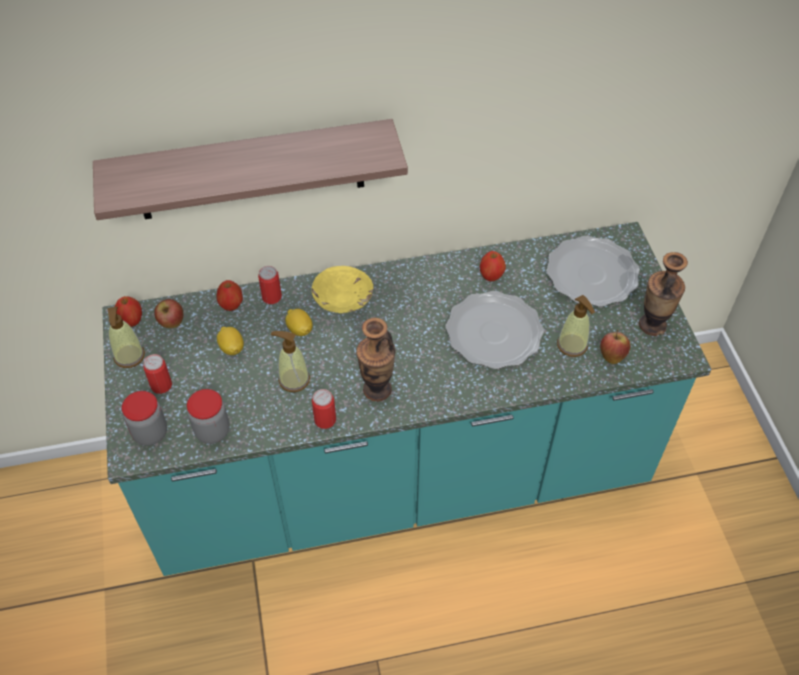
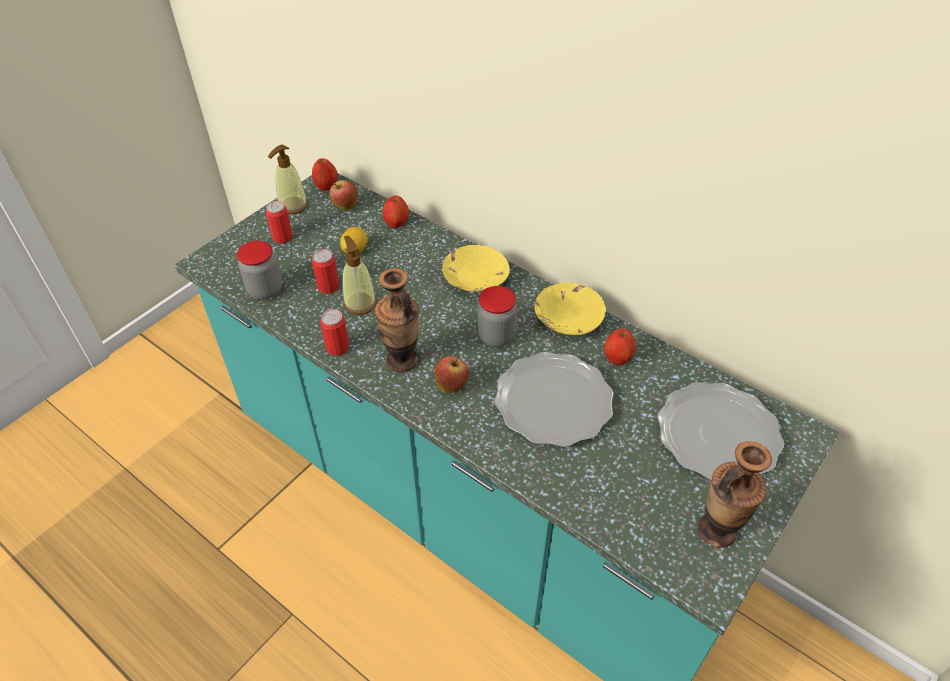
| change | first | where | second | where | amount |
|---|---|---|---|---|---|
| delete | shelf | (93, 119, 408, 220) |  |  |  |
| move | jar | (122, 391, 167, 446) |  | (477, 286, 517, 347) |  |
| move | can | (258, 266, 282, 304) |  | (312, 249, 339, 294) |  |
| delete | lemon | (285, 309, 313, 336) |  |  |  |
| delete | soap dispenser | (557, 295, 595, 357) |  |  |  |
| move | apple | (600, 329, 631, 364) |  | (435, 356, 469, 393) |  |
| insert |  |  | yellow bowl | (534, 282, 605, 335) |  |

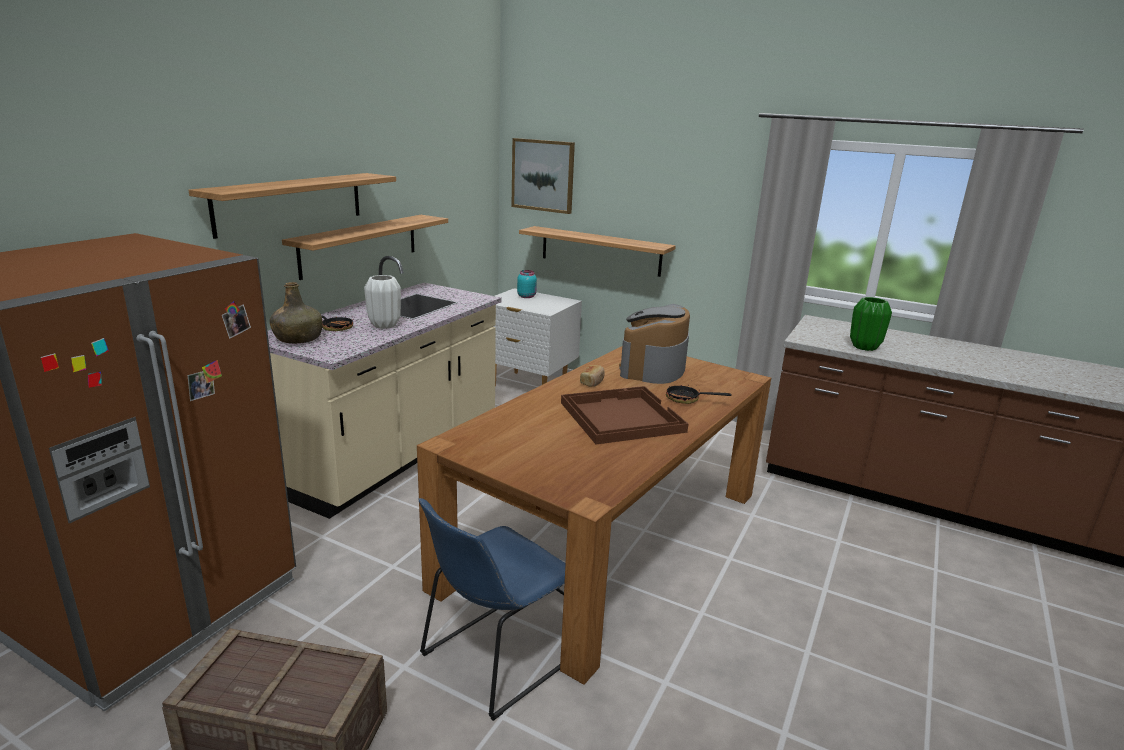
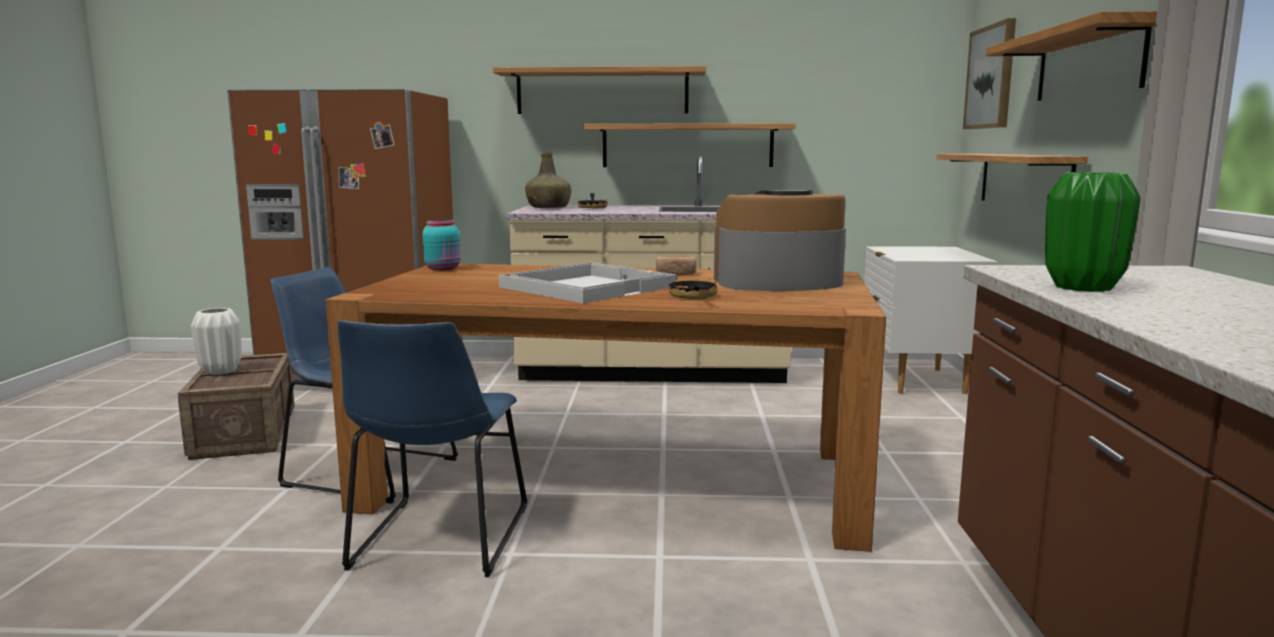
| change | first | where | second | where | amount |
|---|---|---|---|---|---|
| move | white vase | (364, 275, 401, 329) |  | (191, 308, 242, 375) |  |
| move | turquoise jar | (517, 270, 537, 298) |  | (422, 219, 461, 271) |  |
| recolor | brown tray | (561, 386, 688, 444) | white tray | (499, 263, 676, 303) |  |
| insert |  |  | blue chair | (338, 320, 527, 577) |  |
| insert |  |  | shelf | (986, 11, 1157, 101) |  |

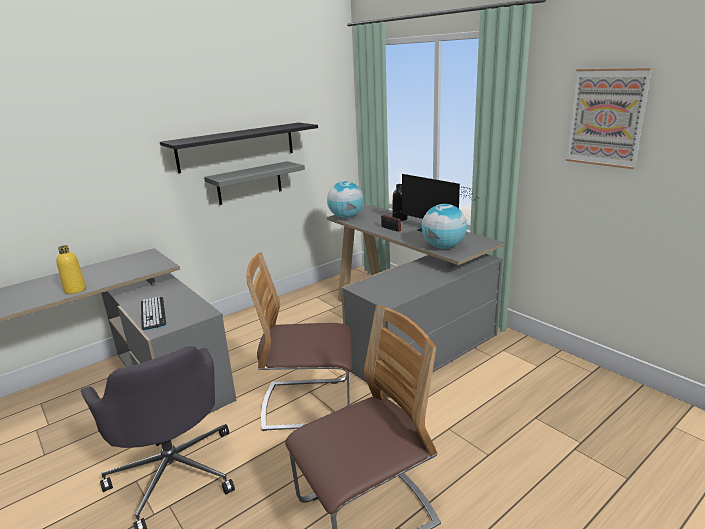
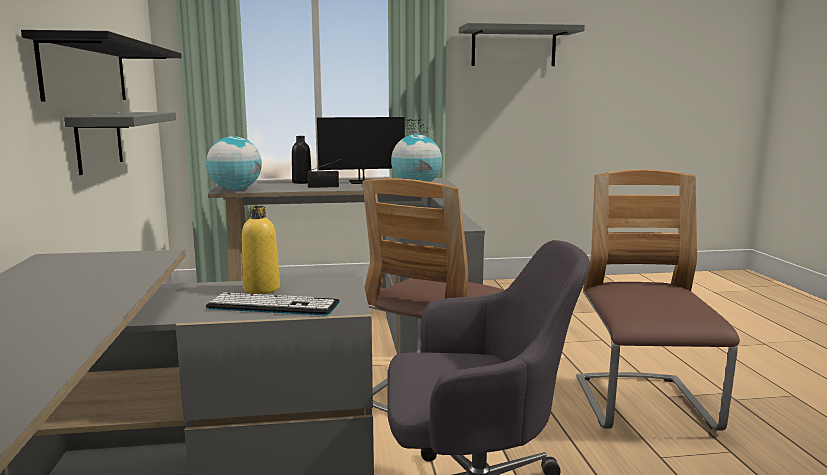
| change | first | where | second | where | amount |
|---|---|---|---|---|---|
| move | yellow bottle | (56, 245, 86, 294) |  | (242, 206, 280, 294) |  |
| replace | picture | (566, 68, 652, 169) | grey shelf | (459, 23, 585, 66) |  |

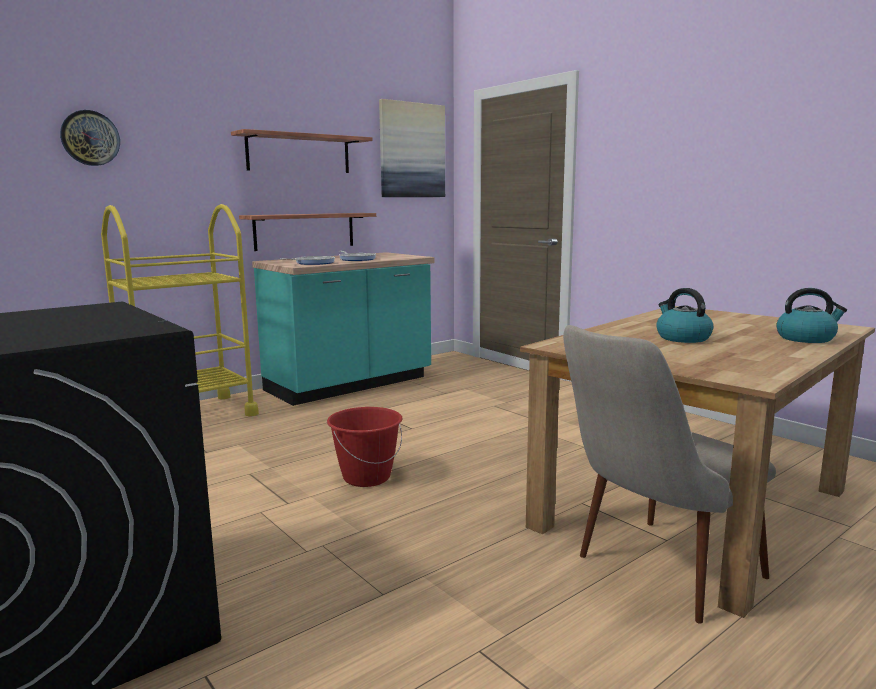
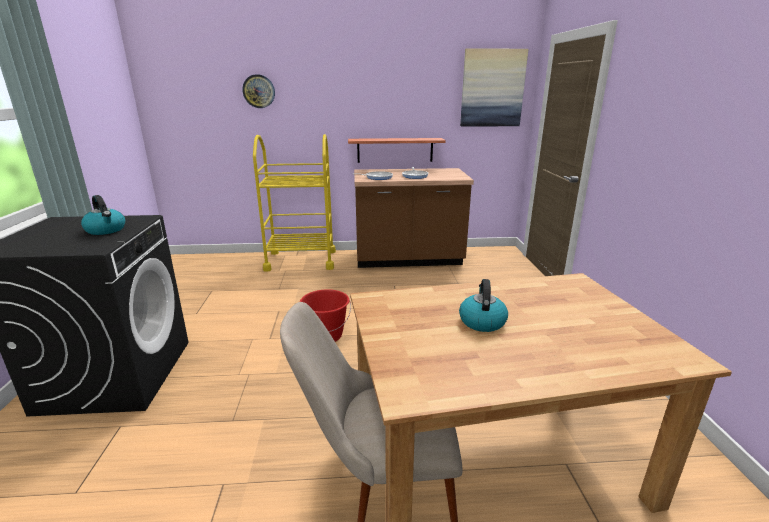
| change | first | where | second | where | amount |
|---|---|---|---|---|---|
| delete | shelf | (231, 129, 373, 173) |  |  |  |
| recolor | turquoise counter | (252, 252, 434, 406) | brown counter | (354, 168, 474, 268) |  |
| move | kettle | (776, 288, 847, 343) |  | (81, 195, 125, 235) |  |

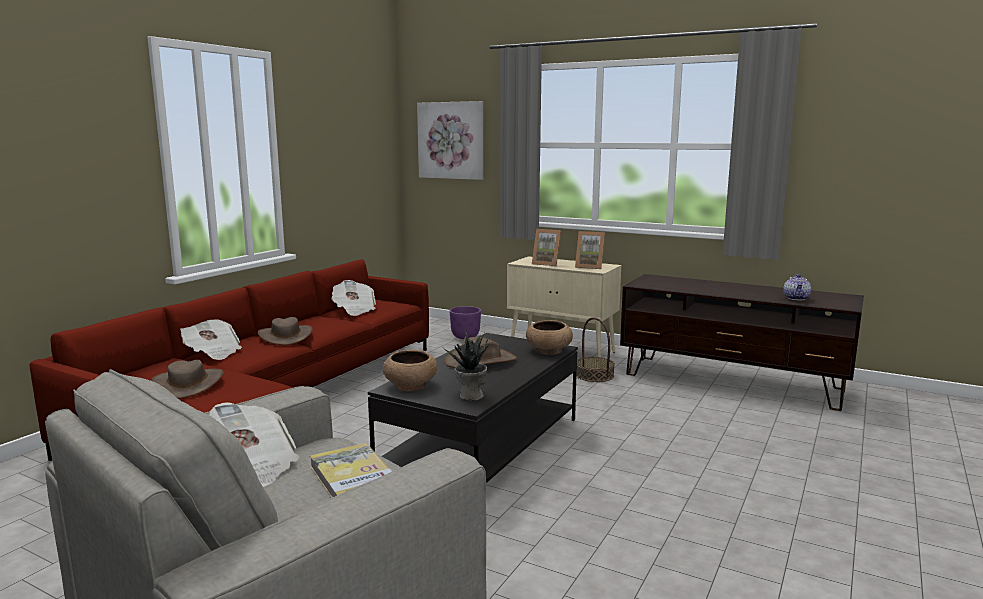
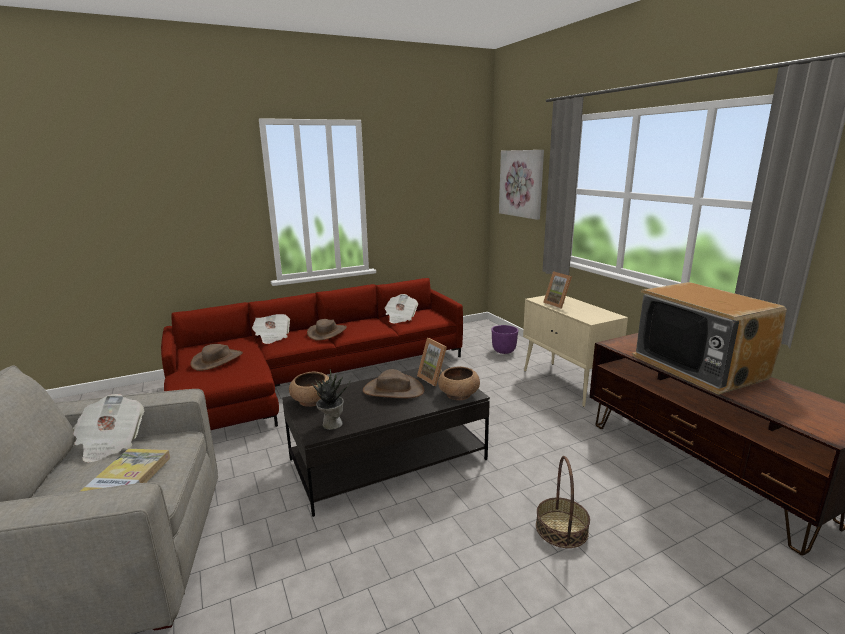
| change | first | where | second | where | amount |
|---|---|---|---|---|---|
| move | picture frame | (575, 231, 605, 269) |  | (417, 338, 447, 386) |  |
| move | basket | (576, 317, 615, 382) |  | (536, 456, 590, 548) |  |
| delete | teapot | (783, 274, 811, 301) |  |  |  |
| insert |  |  | television | (632, 282, 787, 395) |  |

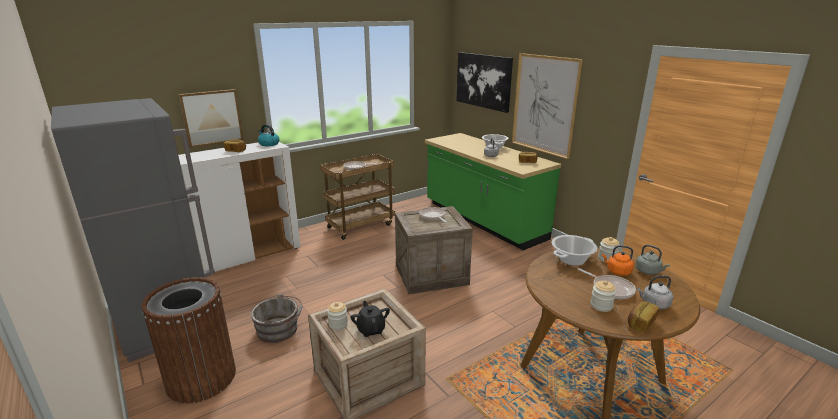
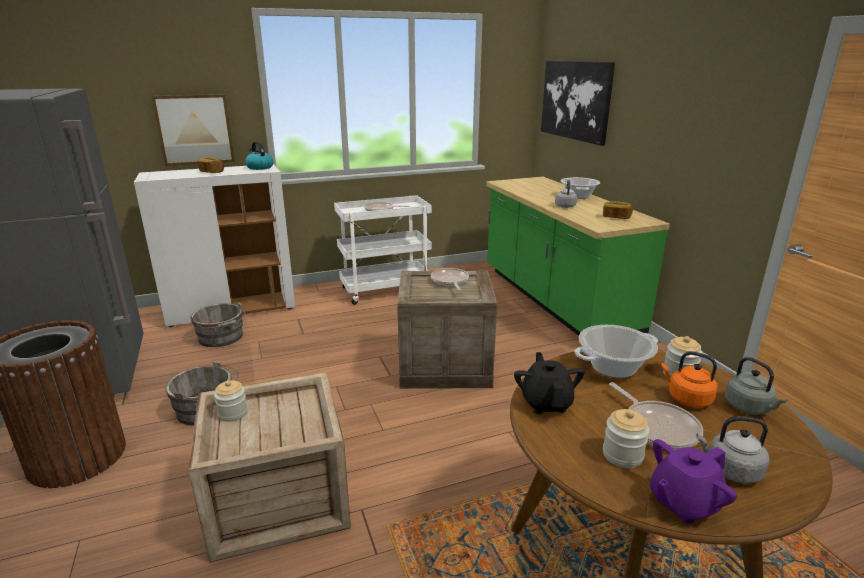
| change | first | where | second | where | amount |
|---|---|---|---|---|---|
| recolor | brown cart | (320, 154, 395, 240) | white cart | (334, 195, 432, 305) |  |
| move | black teapot | (350, 301, 390, 337) |  | (514, 352, 585, 414) |  |
| delete | picture | (512, 53, 583, 159) |  |  |  |
| replace | bread | (628, 301, 659, 333) | purple teapot | (650, 439, 737, 524) |  |
| insert |  |  | grey bucket | (190, 302, 245, 347) |  |

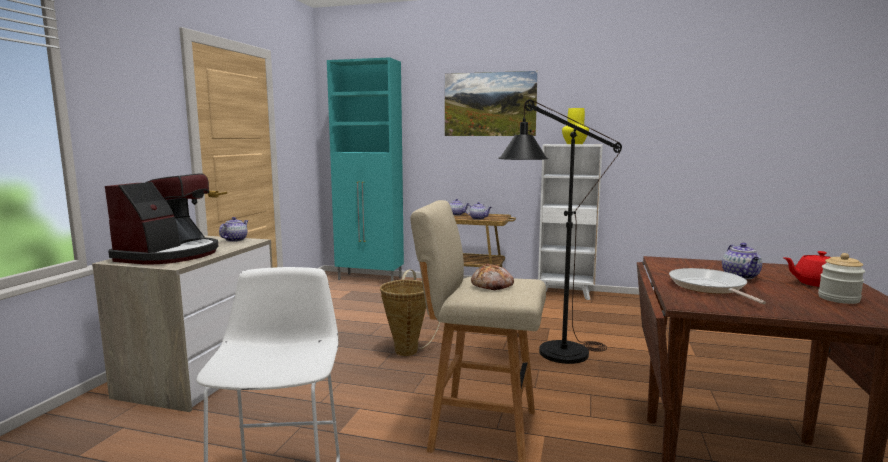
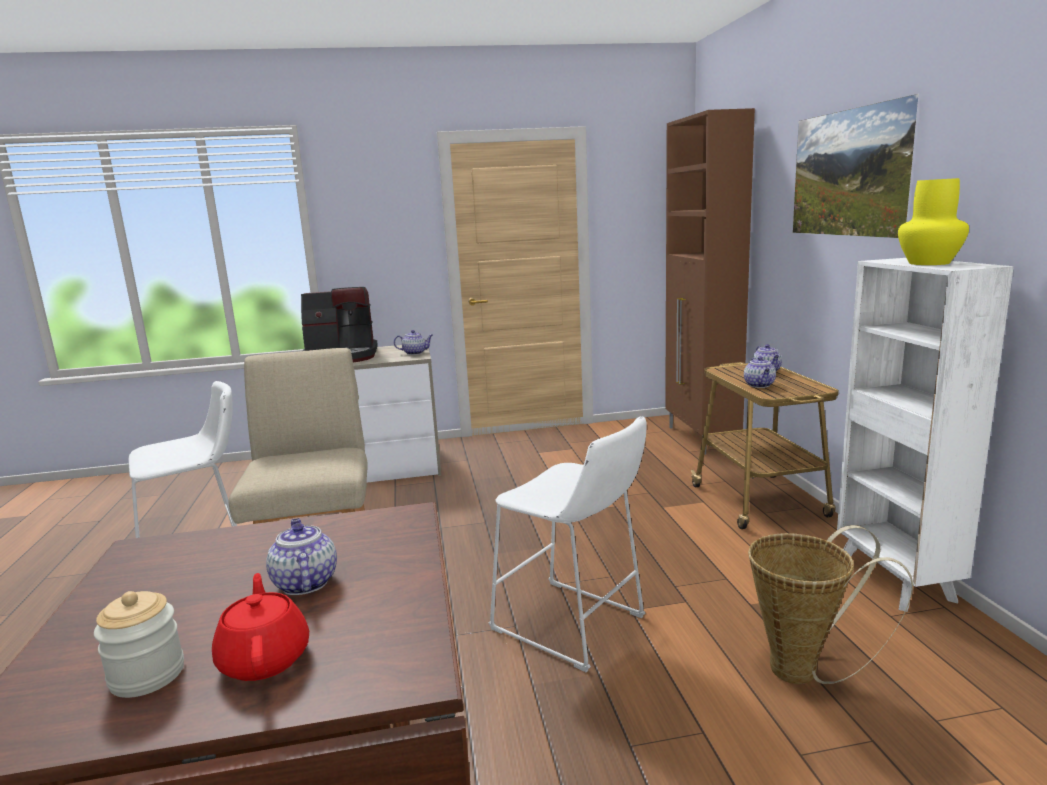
| change | first | where | second | where | amount |
|---|---|---|---|---|---|
| recolor | turquoise cabinet | (327, 57, 404, 281) | brown cabinet | (665, 108, 755, 455) |  |
| move | basket | (380, 270, 440, 356) |  | (748, 525, 913, 684) |  |
| delete | bread | (471, 264, 514, 290) |  |  |  |
| replace | black floor lamp | (498, 99, 622, 364) | white stool | (488, 416, 646, 672) |  |
| delete | frying pan | (669, 268, 766, 304) |  |  |  |
| rotate | teapot | (722, 243, 762, 279) |  | (266, 518, 337, 595) | 90 degrees clockwise |

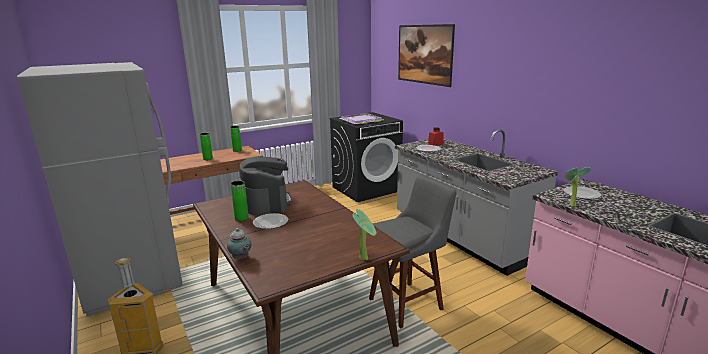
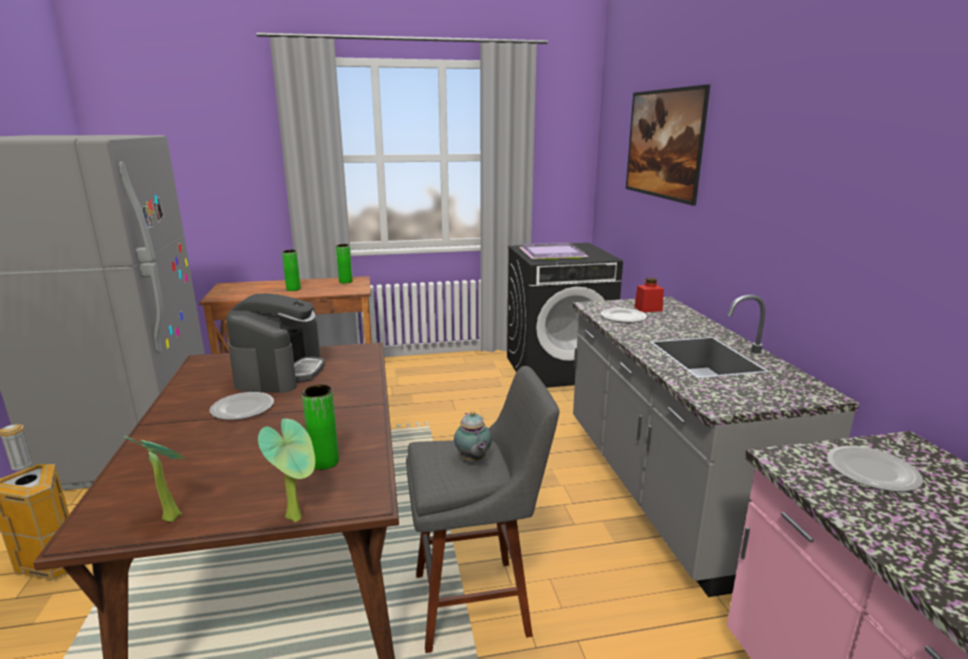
| change | first | where | second | where | amount |
|---|---|---|---|---|---|
| move | teapot | (227, 228, 251, 259) |  | (454, 411, 492, 462) |  |
| move | green vase | (231, 181, 249, 221) |  | (302, 385, 339, 470) |  |
| move | potted plant | (564, 167, 591, 207) |  | (124, 436, 185, 522) |  |

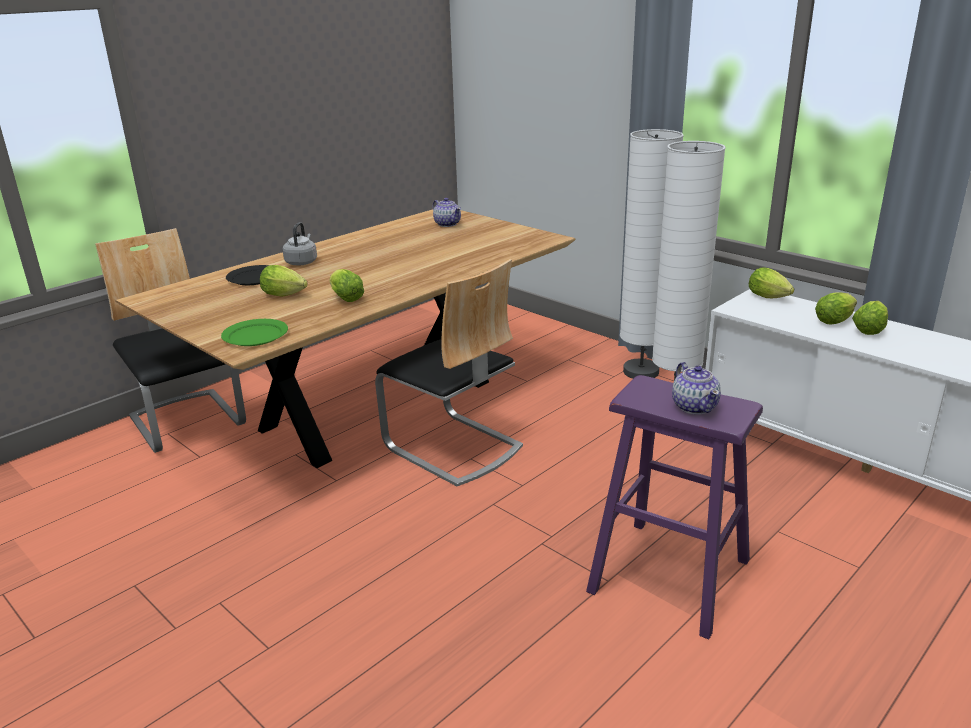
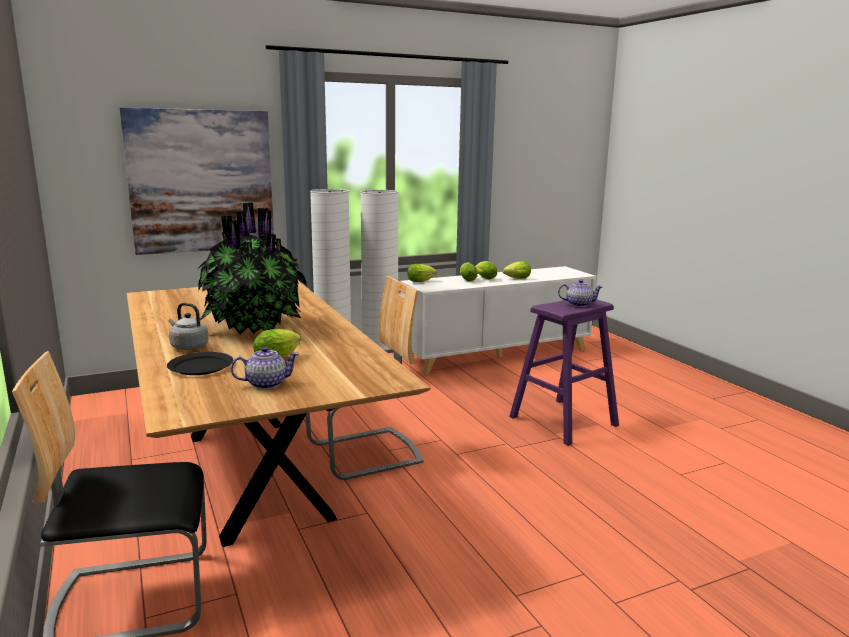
| change | first | where | second | where | amount |
|---|---|---|---|---|---|
| delete | green plate | (221, 319, 288, 346) |  |  |  |
| move | lettuce | (330, 269, 364, 302) |  | (503, 261, 531, 279) |  |
| move | teapot | (433, 198, 461, 227) |  | (231, 347, 299, 389) |  |
| insert |  |  | picture | (120, 107, 274, 255) |  |
| insert |  |  | potted plant | (197, 203, 307, 334) |  |

